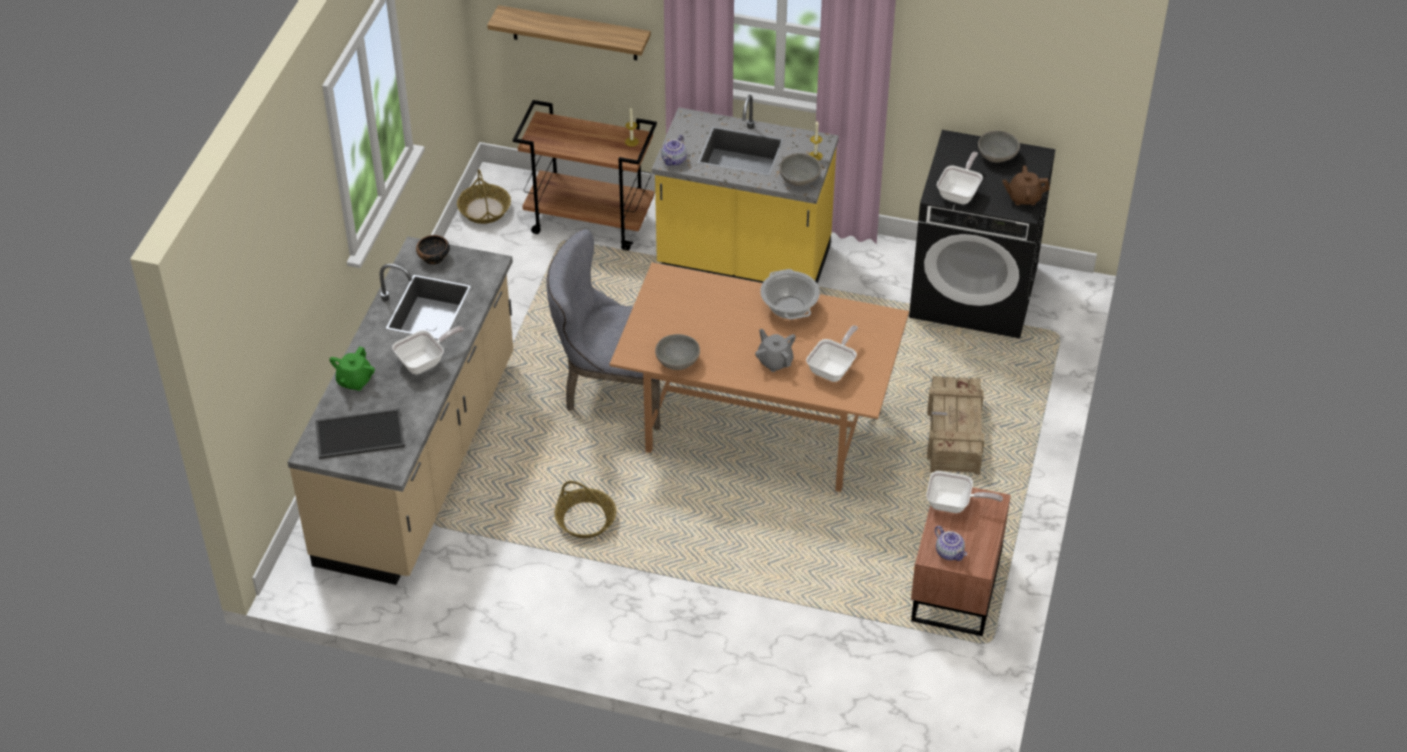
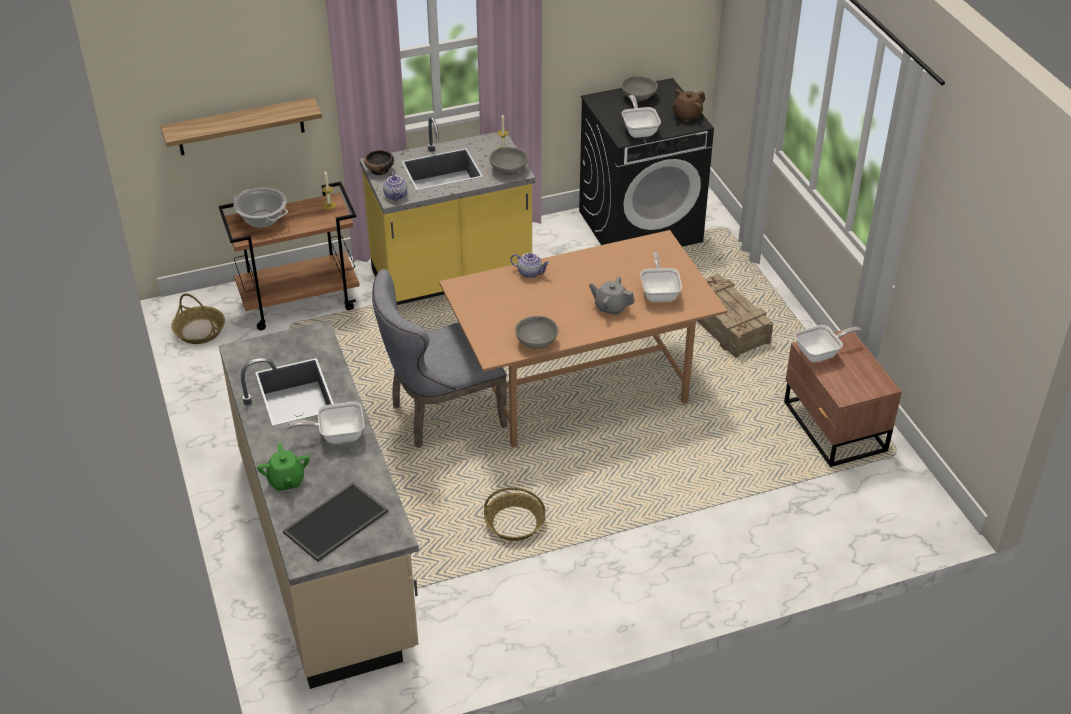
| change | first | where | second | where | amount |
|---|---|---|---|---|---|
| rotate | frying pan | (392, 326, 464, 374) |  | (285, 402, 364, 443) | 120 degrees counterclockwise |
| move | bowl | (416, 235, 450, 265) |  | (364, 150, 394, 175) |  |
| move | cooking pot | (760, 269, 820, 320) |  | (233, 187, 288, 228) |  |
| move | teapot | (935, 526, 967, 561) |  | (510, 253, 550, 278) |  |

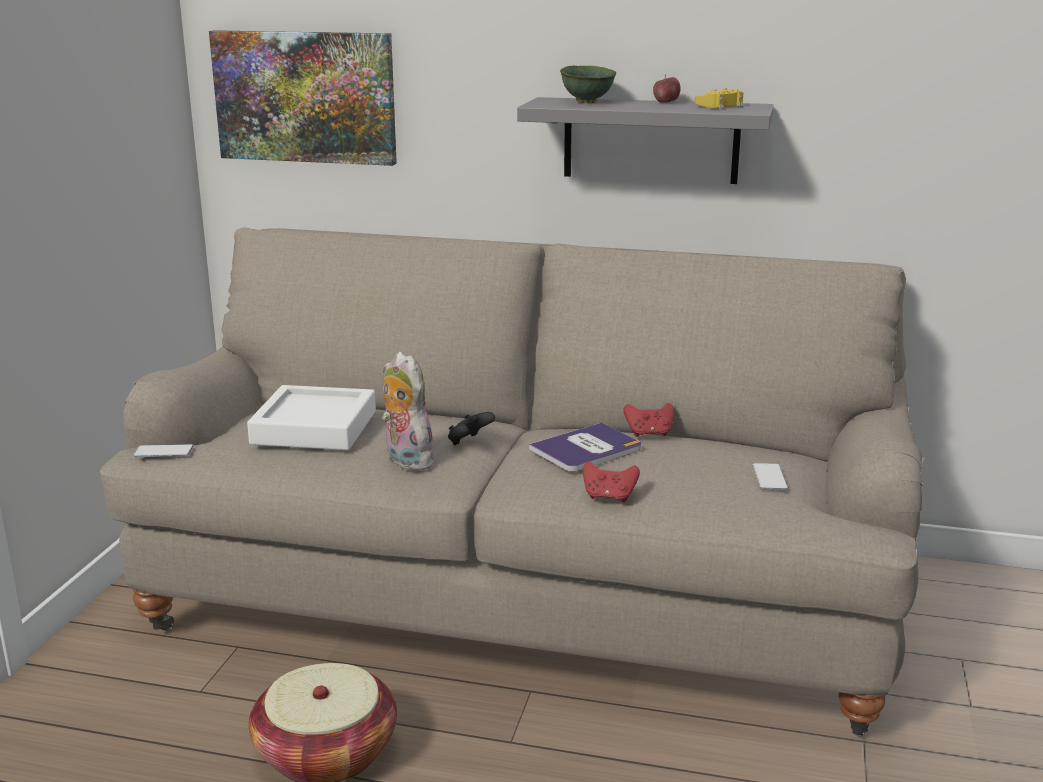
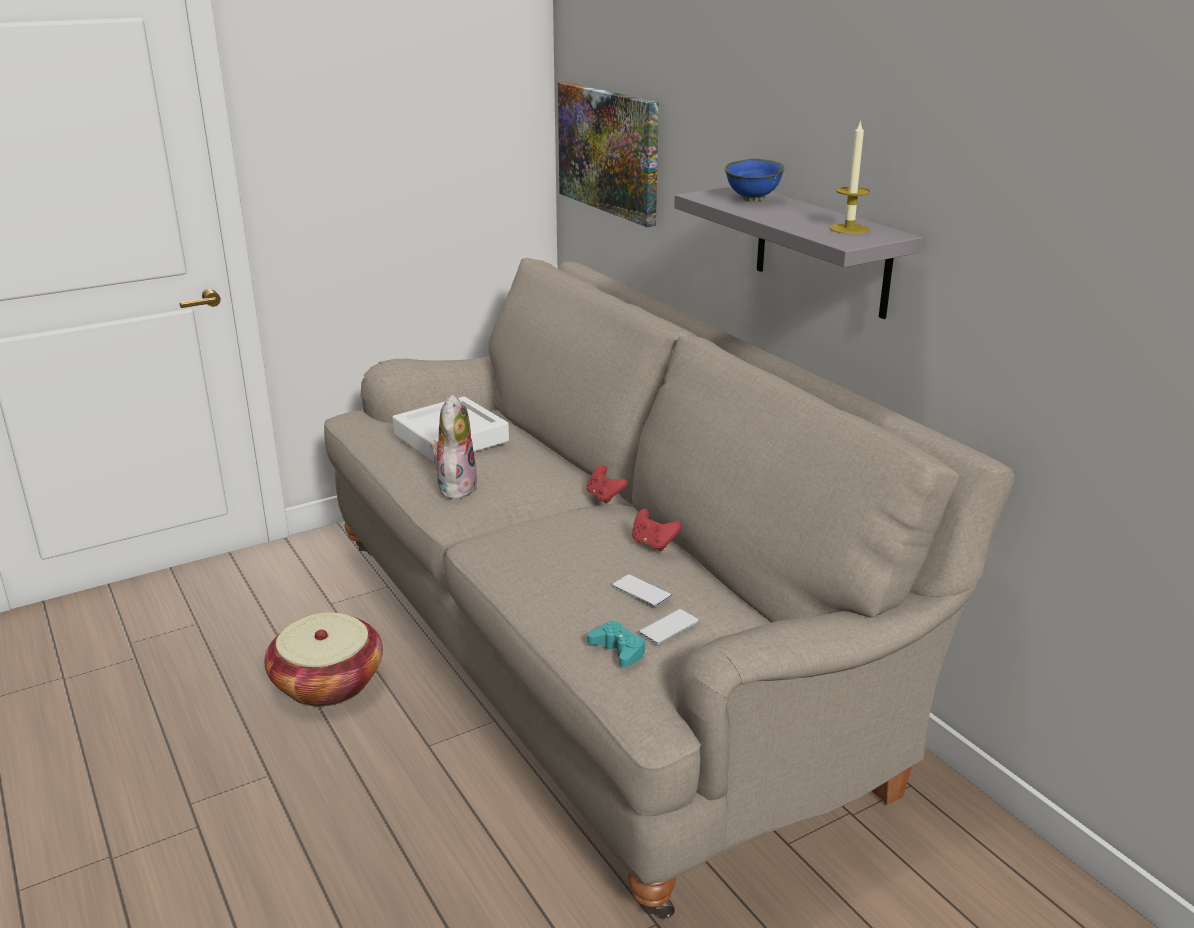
| change | first | where | second | where | amount |
|---|---|---|---|---|---|
| move | phone | (133, 444, 194, 457) |  | (612, 574, 672, 607) |  |
| delete | black game controller | (448, 412, 495, 445) |  |  |  |
| delete | book | (529, 423, 641, 472) |  |  |  |
| recolor | green bowl | (560, 66, 616, 103) | blue bowl | (725, 159, 785, 201) |  |
| move | red game controller | (583, 461, 640, 502) |  | (587, 465, 627, 504) |  |
| delete | apple | (653, 75, 681, 103) |  |  |  |
| replace | yellow game controller | (695, 88, 743, 109) | candle | (829, 120, 870, 234) |  |
| insert |  |  | turquoise game controller | (587, 621, 646, 667) |  |

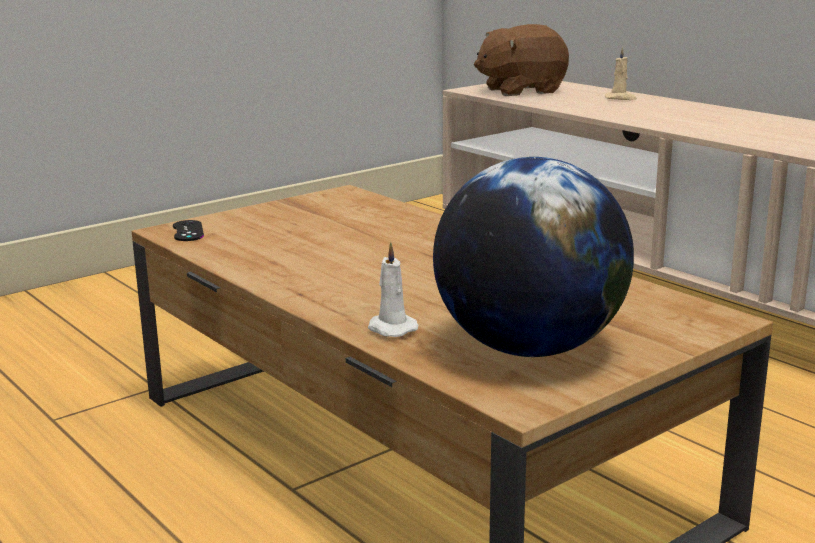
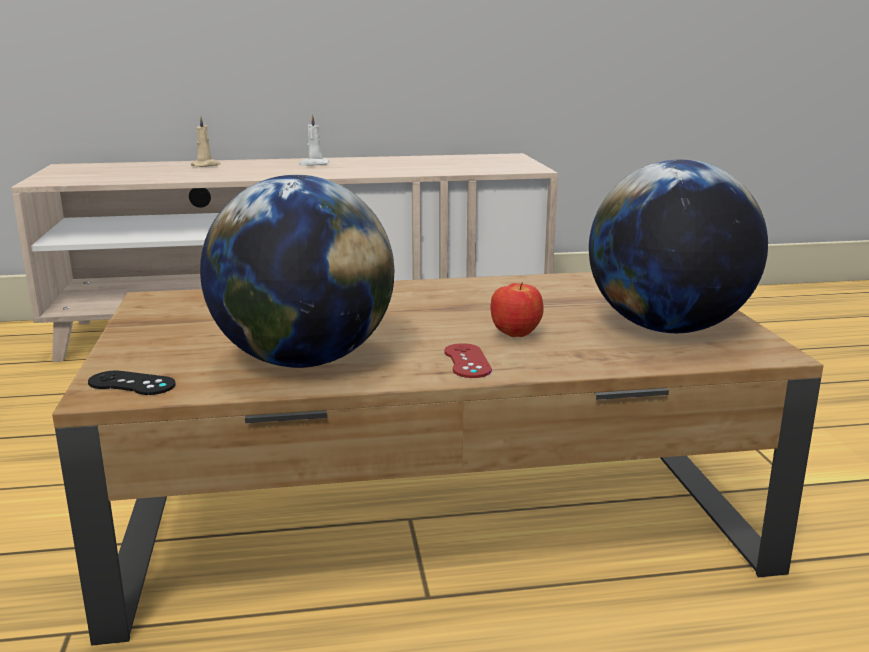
| change | first | where | second | where | amount |
|---|---|---|---|---|---|
| move | white candle | (368, 242, 418, 337) |  | (298, 115, 329, 166) |  |
| delete | brown plush toy | (474, 24, 569, 96) |  |  |  |
| insert |  |  | globe | (200, 175, 394, 368) |  |
| insert |  |  | red game controller | (444, 343, 492, 378) |  |
| insert |  |  | apple | (491, 283, 544, 337) |  |

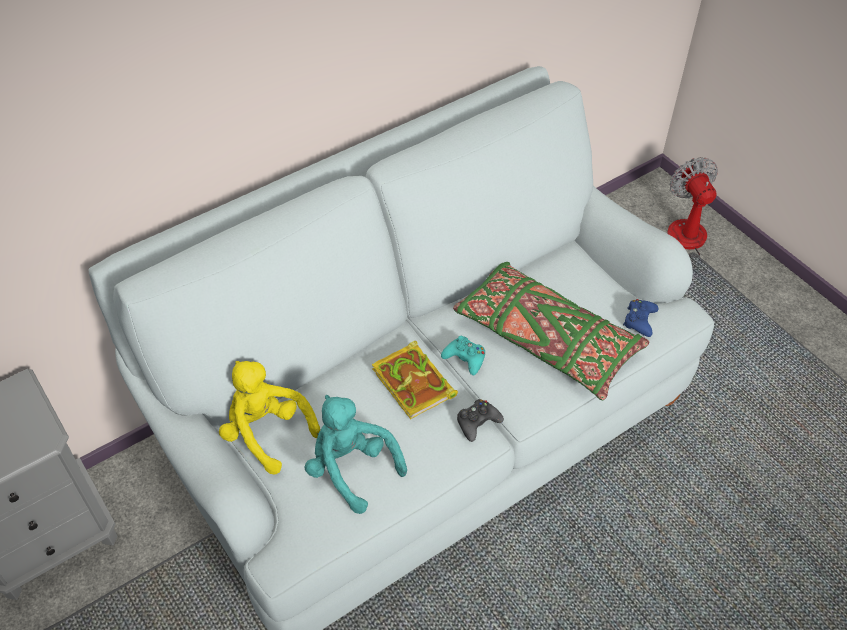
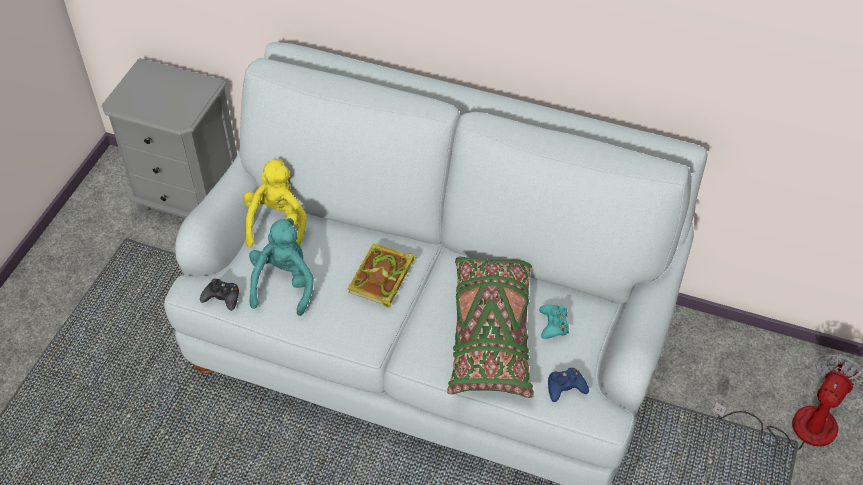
| change | first | where | second | where | amount |
|---|---|---|---|---|---|
| move | turquoise game controller | (441, 336, 485, 375) |  | (539, 305, 569, 339) |  |
| move | black game controller | (457, 399, 504, 442) |  | (200, 279, 239, 311) |  |

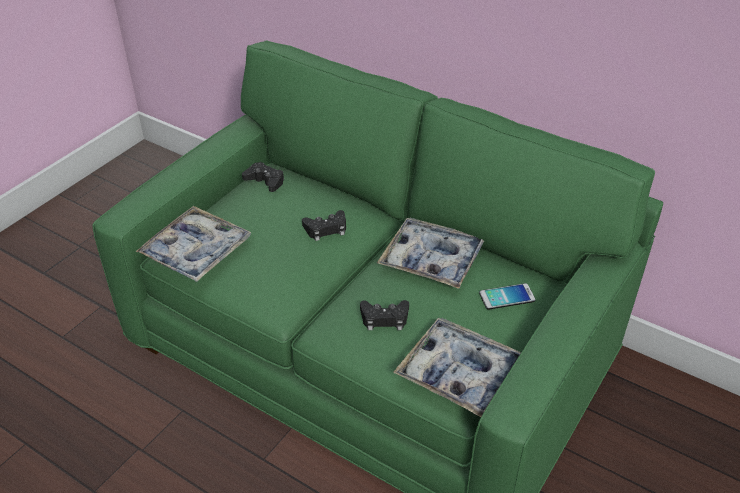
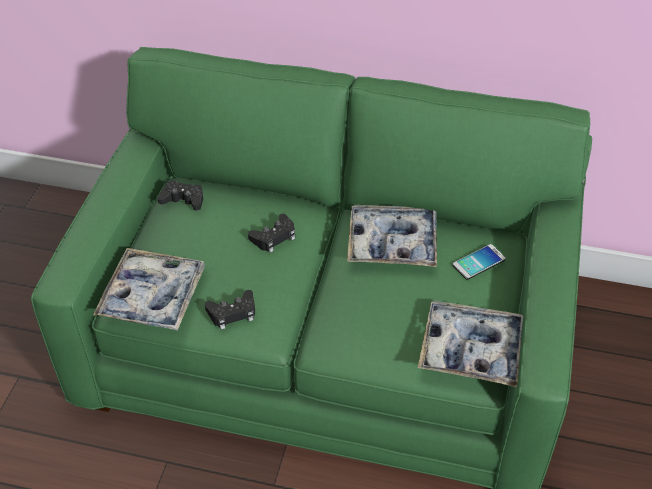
| change | first | where | second | where | amount |
|---|---|---|---|---|---|
| move | black game controller | (360, 300, 409, 330) |  | (205, 290, 255, 329) |  |

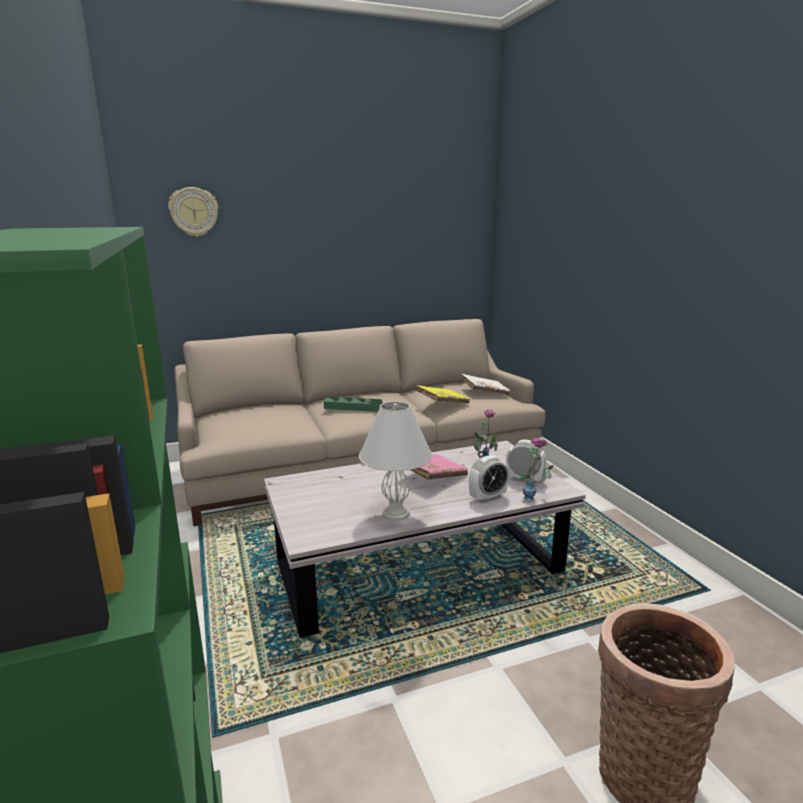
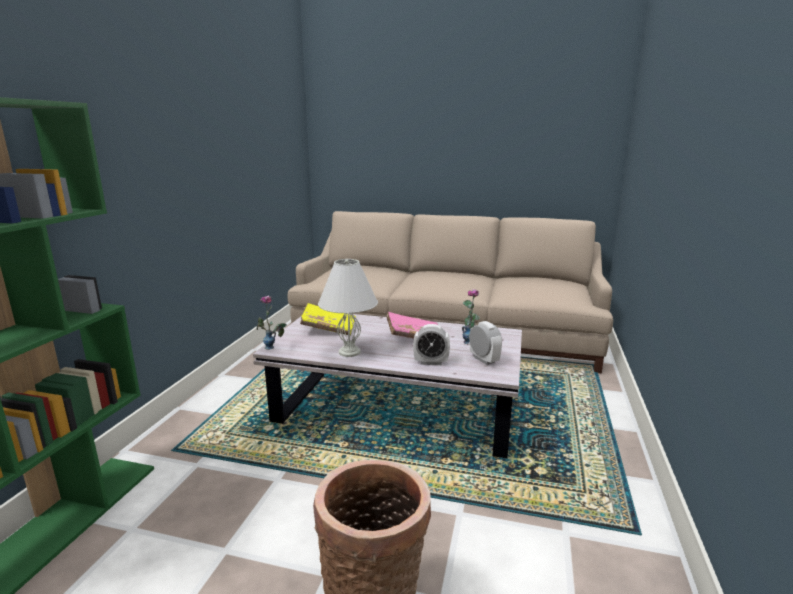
| change | first | where | second | where | amount |
|---|---|---|---|---|---|
| delete | wall clock | (168, 187, 218, 237) |  |  |  |
| delete | green tray | (324, 397, 383, 412) |  |  |  |
| move | yellow book | (415, 385, 470, 403) |  | (300, 303, 356, 336) |  |
| delete | white book | (460, 374, 510, 395) |  |  |  |
| move | vase | (520, 437, 553, 502) |  | (257, 296, 287, 350) |  |

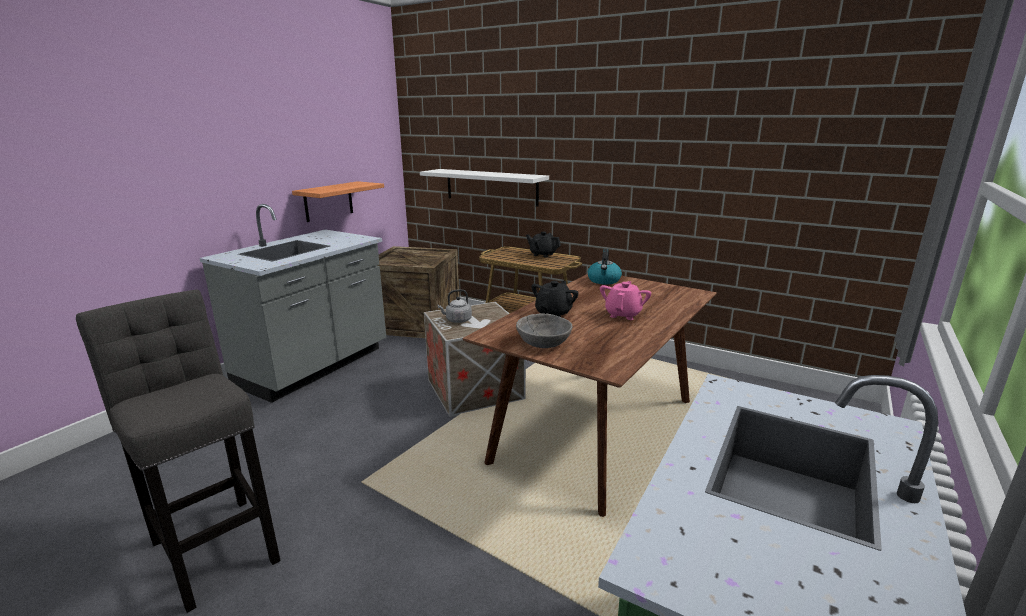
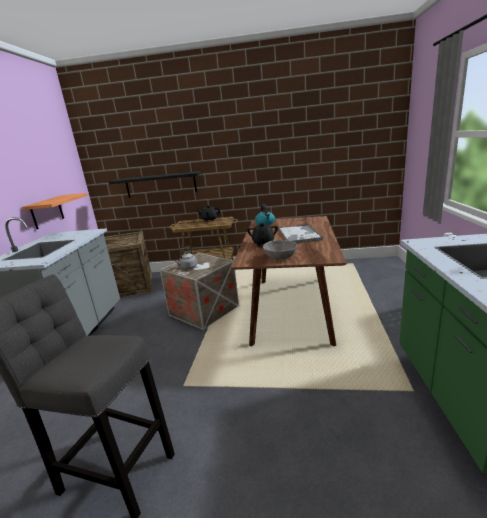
| change | first | where | second | where | amount |
|---|---|---|---|---|---|
| recolor | white shelf | (420, 169, 549, 207) | black shelf | (109, 171, 202, 198) |  |
| replace | pink teapot | (600, 281, 651, 320) | tray | (278, 224, 323, 243) |  |

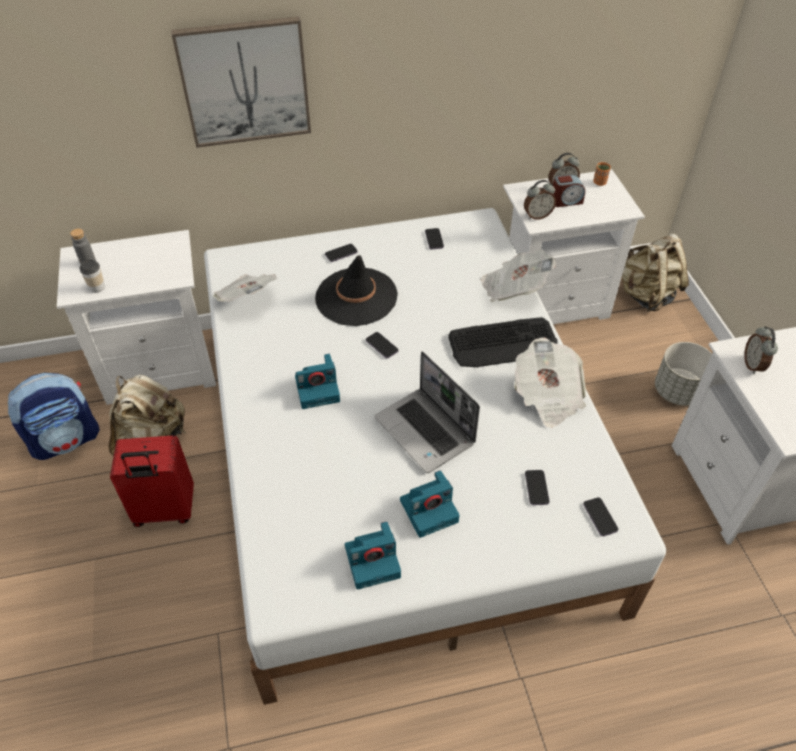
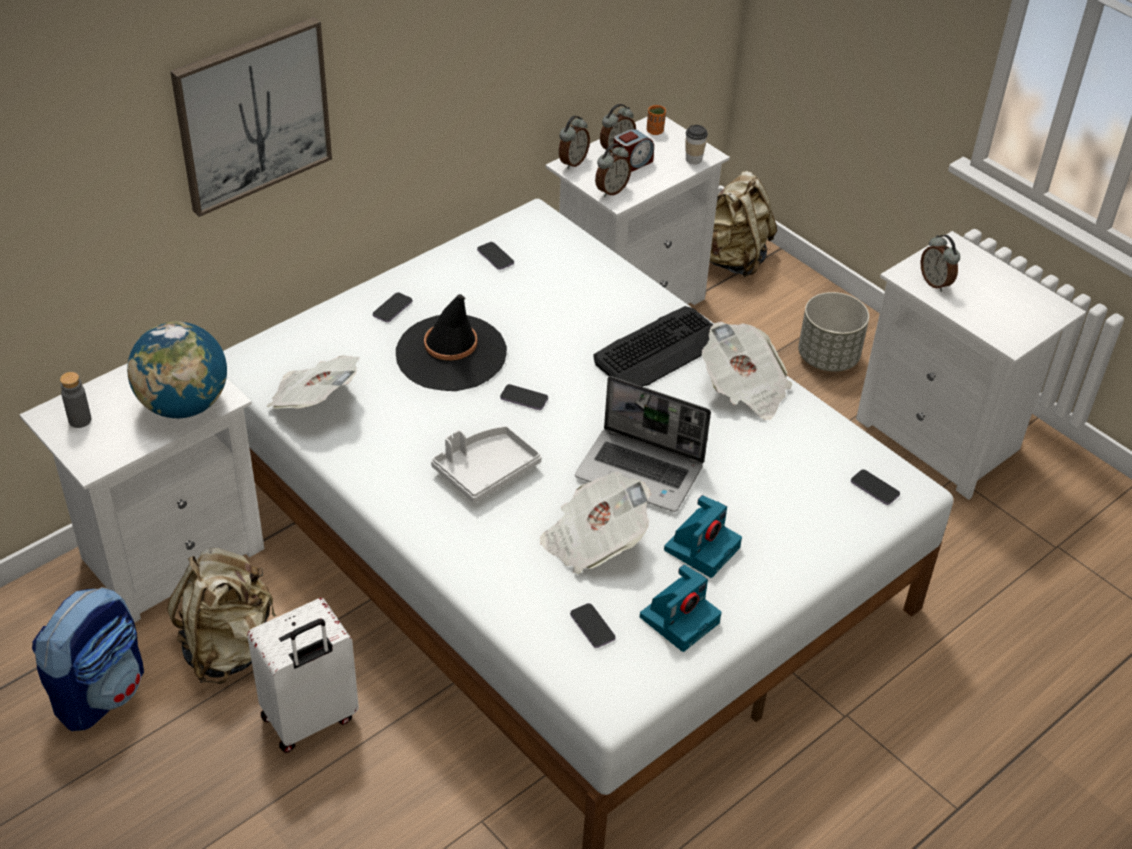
| change | first | where | second | where | amount |
|---|---|---|---|---|---|
| move | cup | (79, 260, 105, 293) |  | (686, 125, 708, 164) |  |
| recolor | red suitcase | (110, 435, 194, 527) | white suitcase | (247, 598, 359, 753) |  |
| replace | photo camera | (295, 354, 340, 409) | grey tray | (431, 426, 542, 503) |  |
| move | newspaper | (481, 249, 556, 302) |  | (540, 472, 651, 574) |  |
| move | phone | (525, 470, 550, 505) |  | (570, 603, 616, 648) |  |
| insert |  |  | globe | (127, 321, 227, 418) |  |
| insert |  |  | alarm clock | (559, 116, 590, 169) |  |

